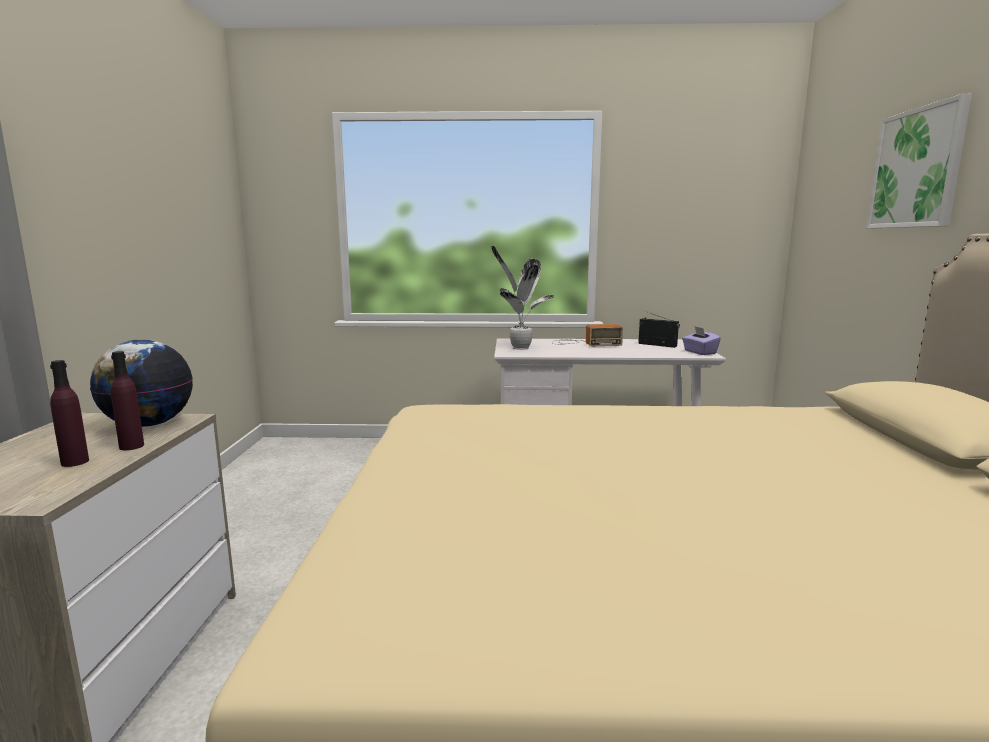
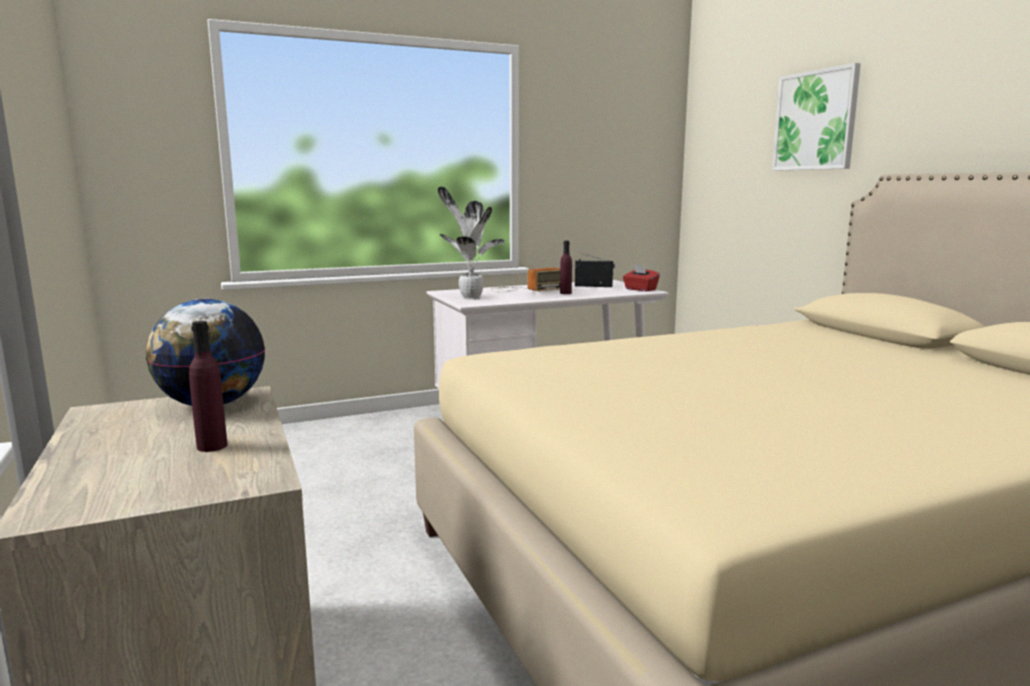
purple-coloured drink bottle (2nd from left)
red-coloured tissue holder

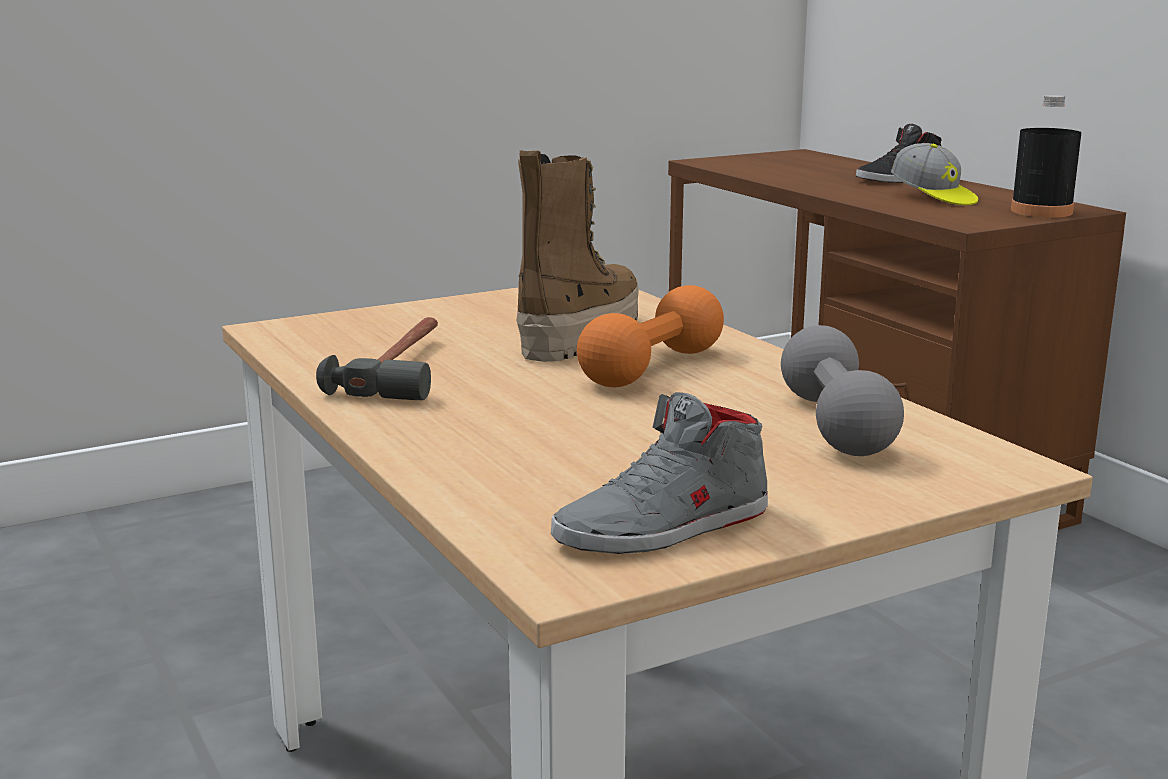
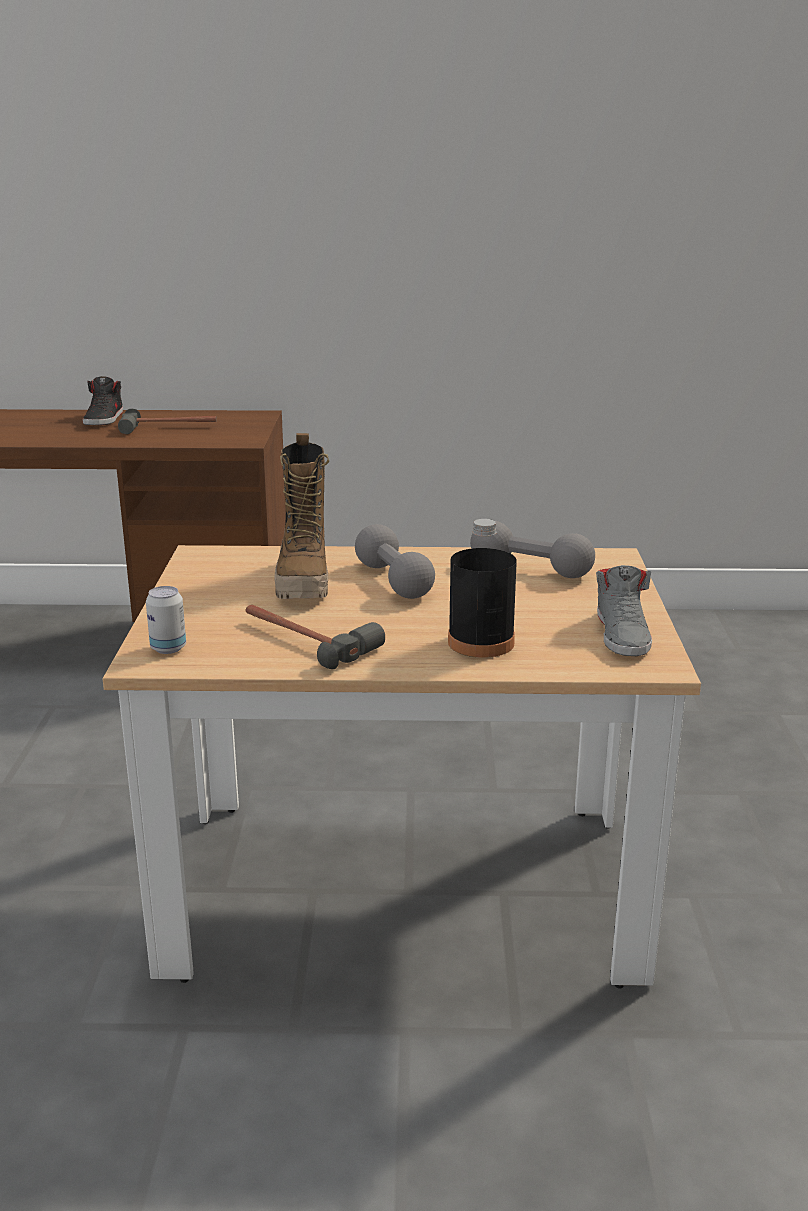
metal can
black-coloured drink bottle
hammer (1st from left)
grey free weight (1st from left)
tall boot

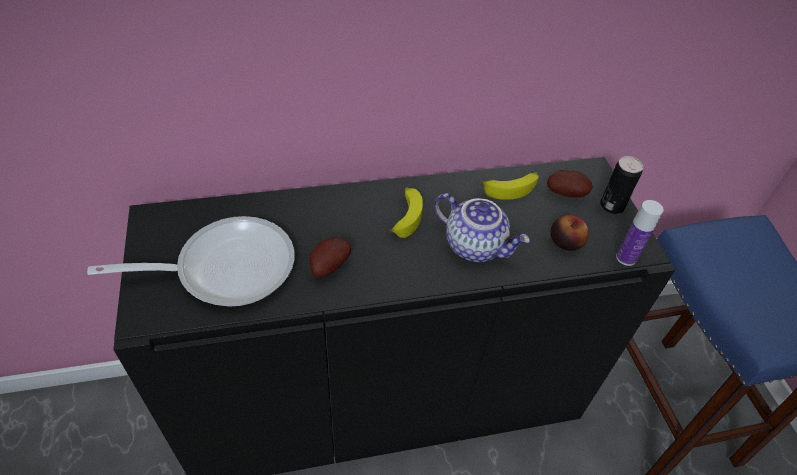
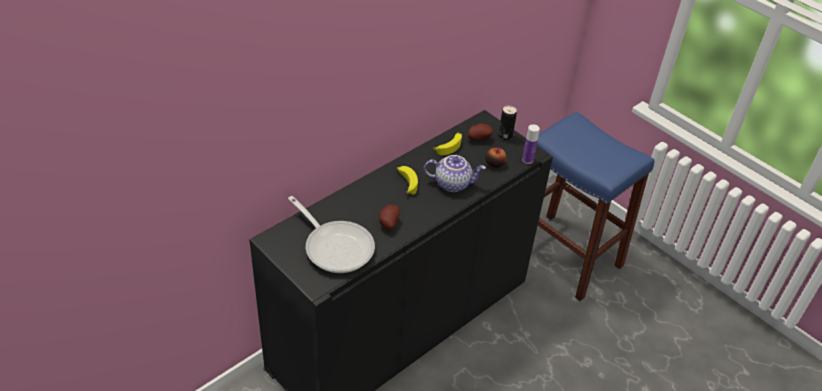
skillet

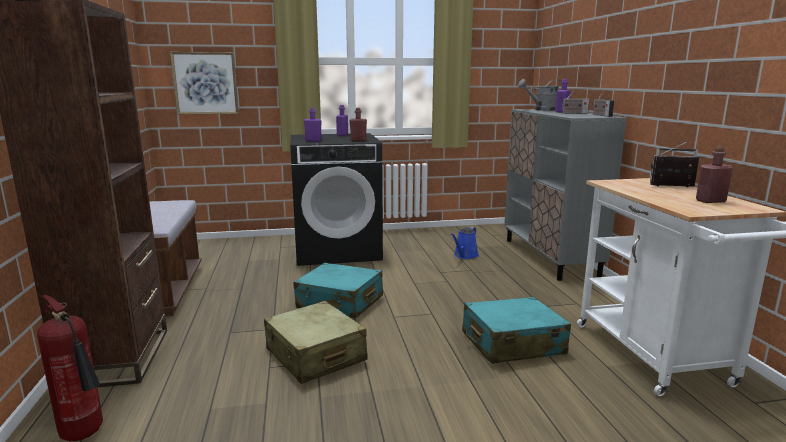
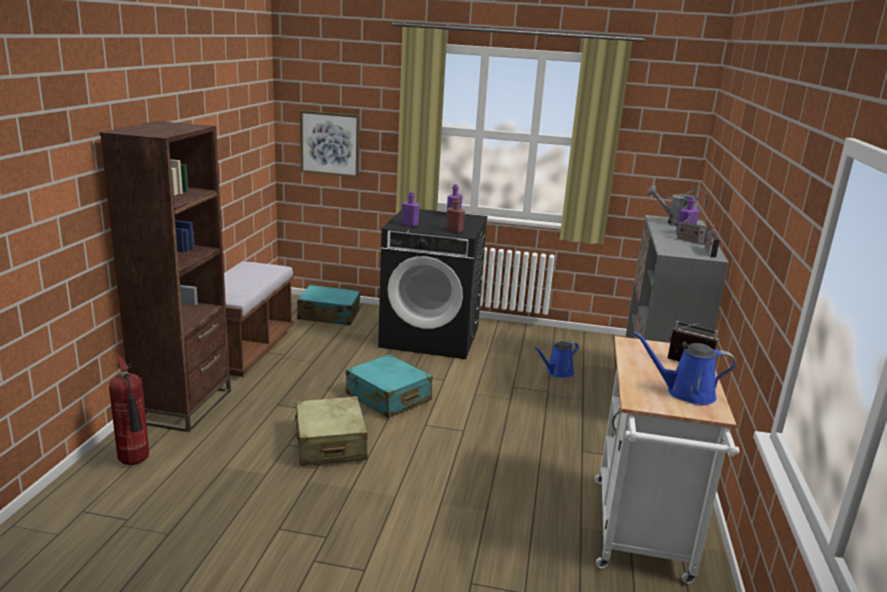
turquoise-coloured travel case (1st from left)
blue watering can (2nd from left)

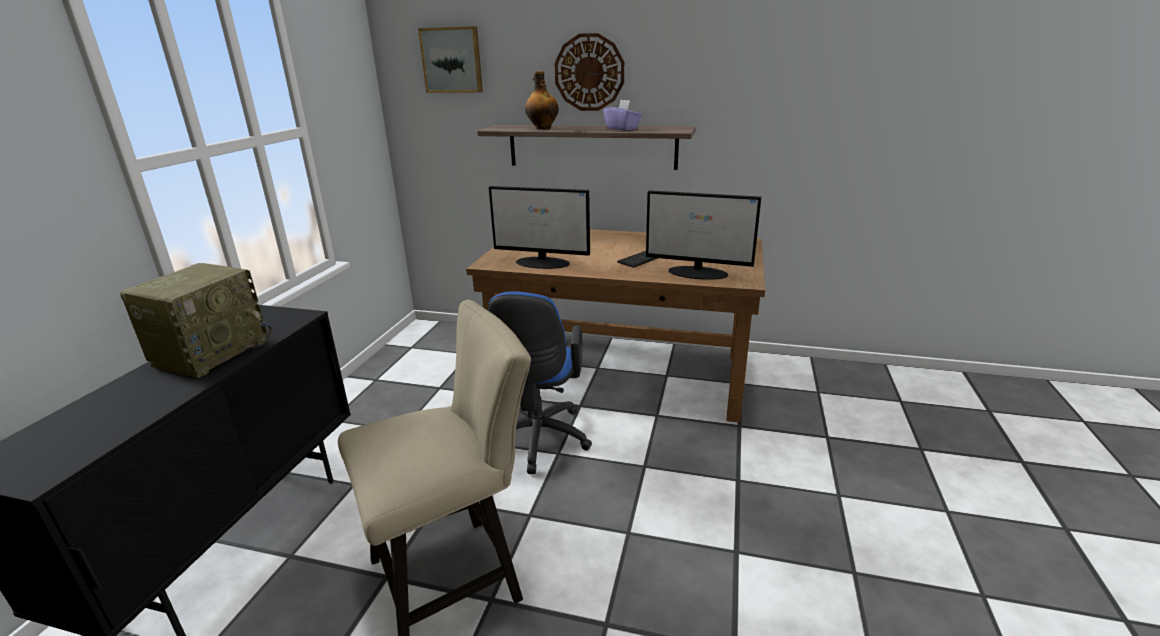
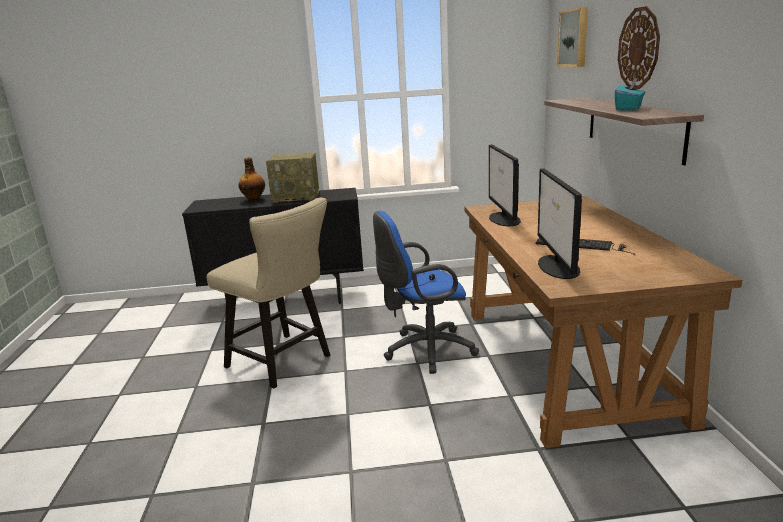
drink bottle
turquoise-coloured tissue holder

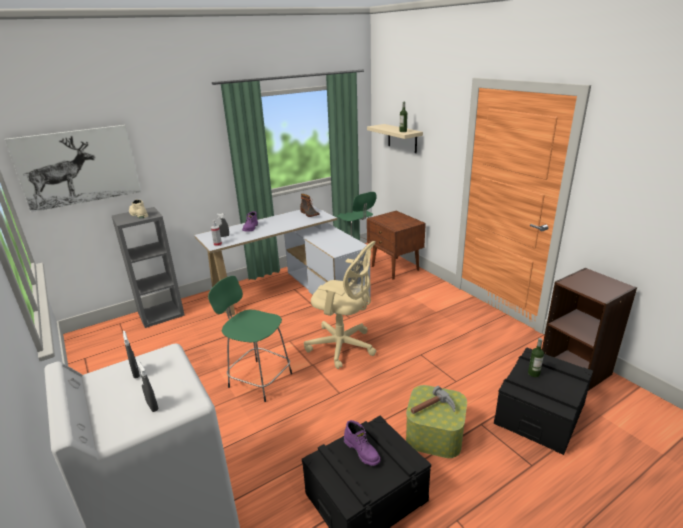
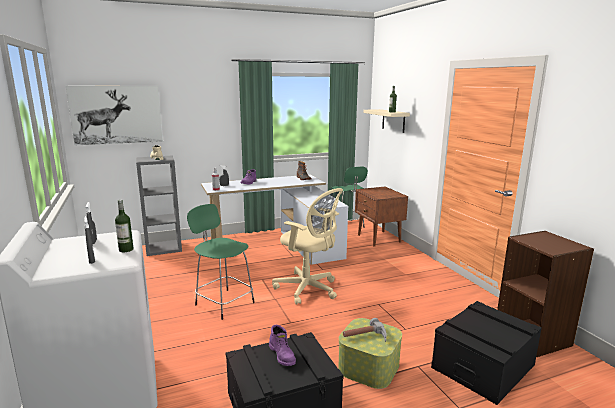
drink bottle (1st from left)

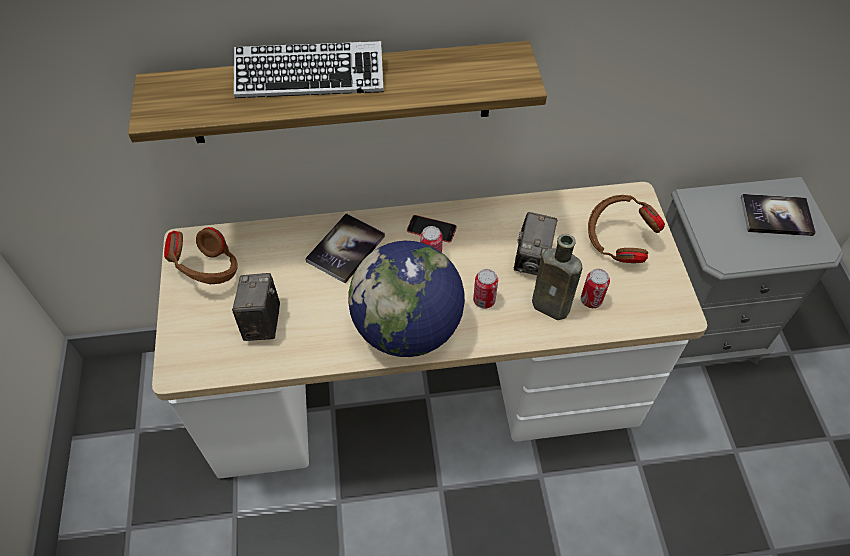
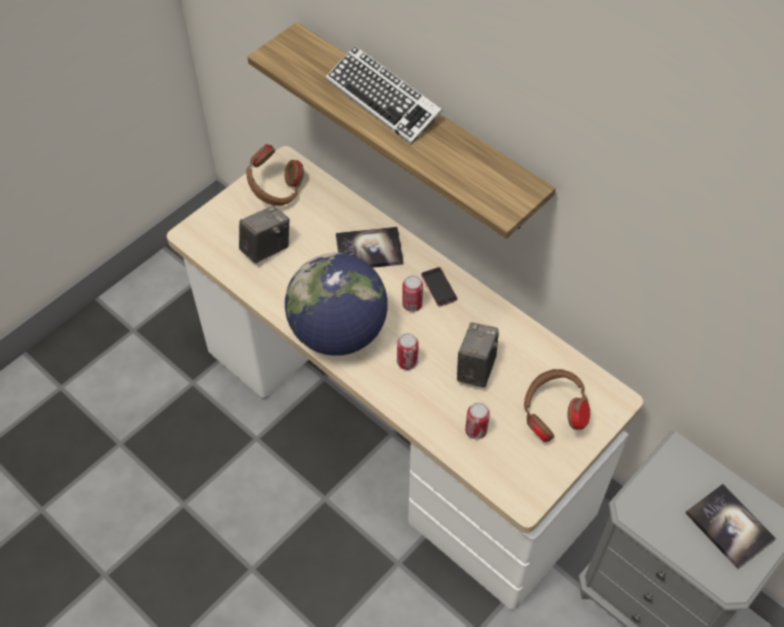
brownish drink bottle
photo camera (2nd from left)

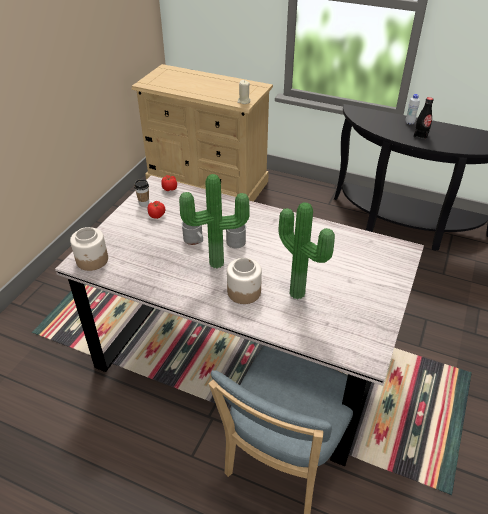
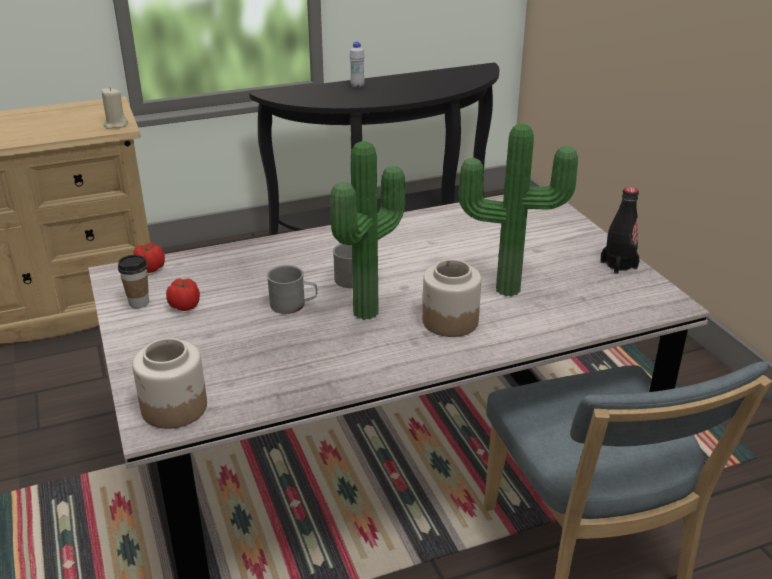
black-coloured drink bottle

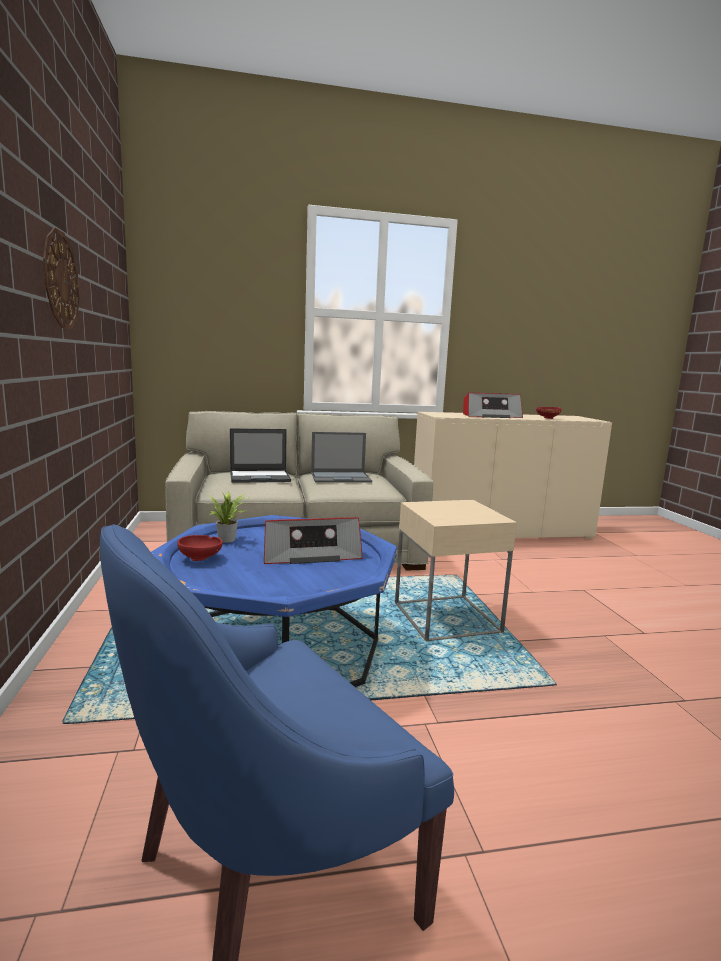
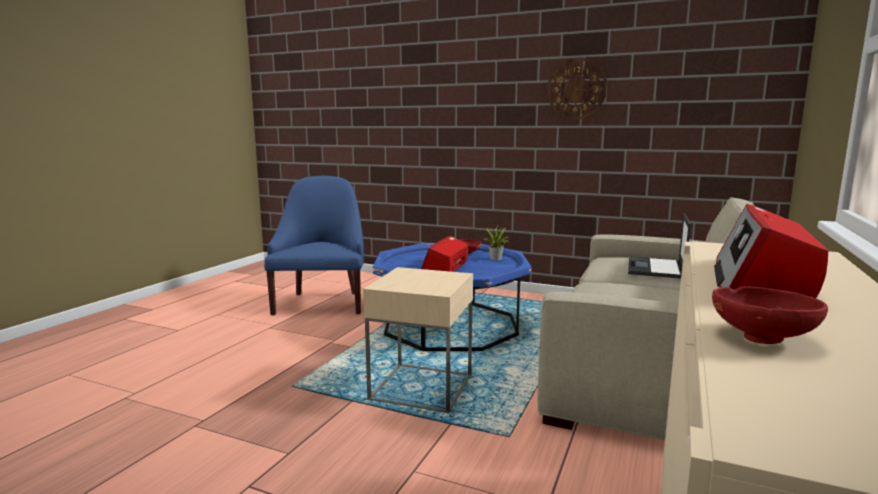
laptop (2nd from left in the first image)

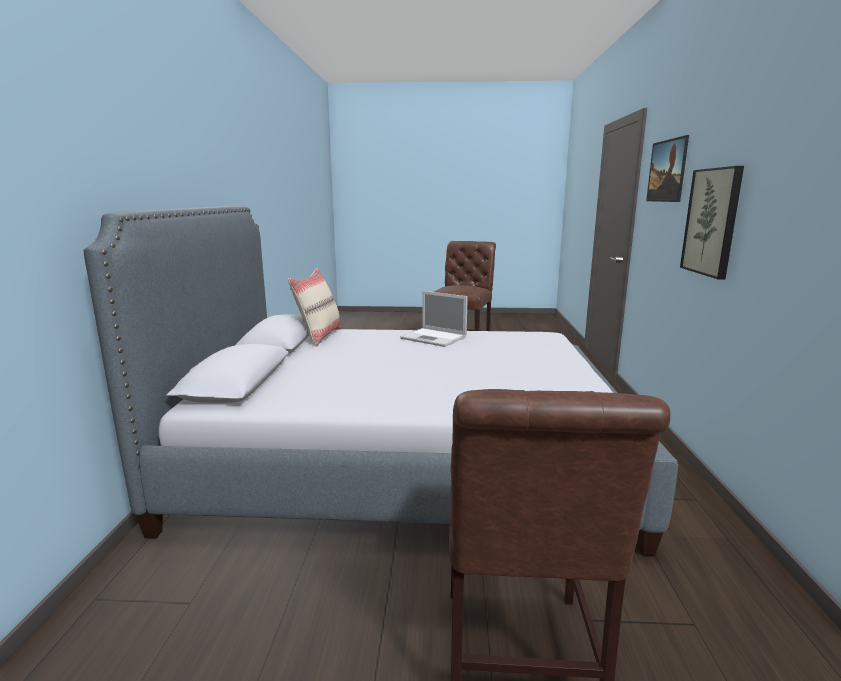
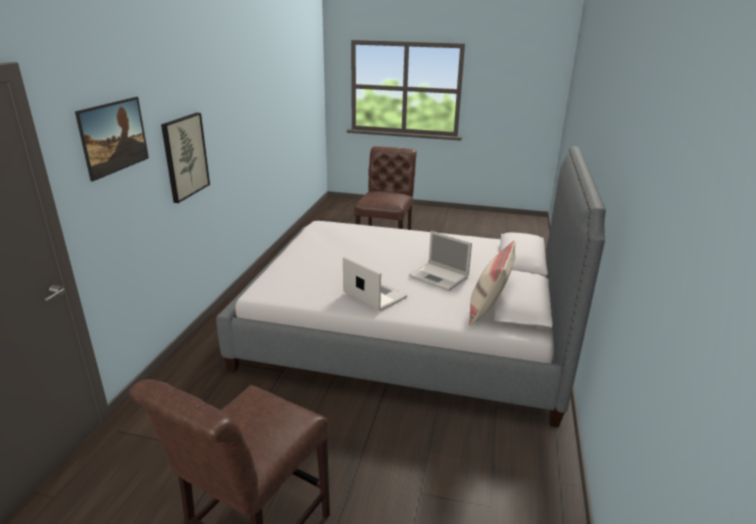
laptop (2nd from left)

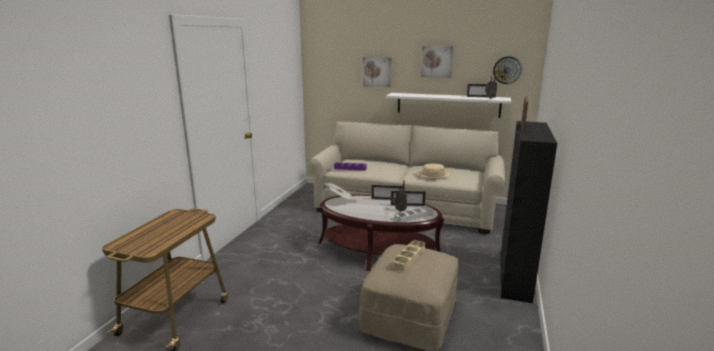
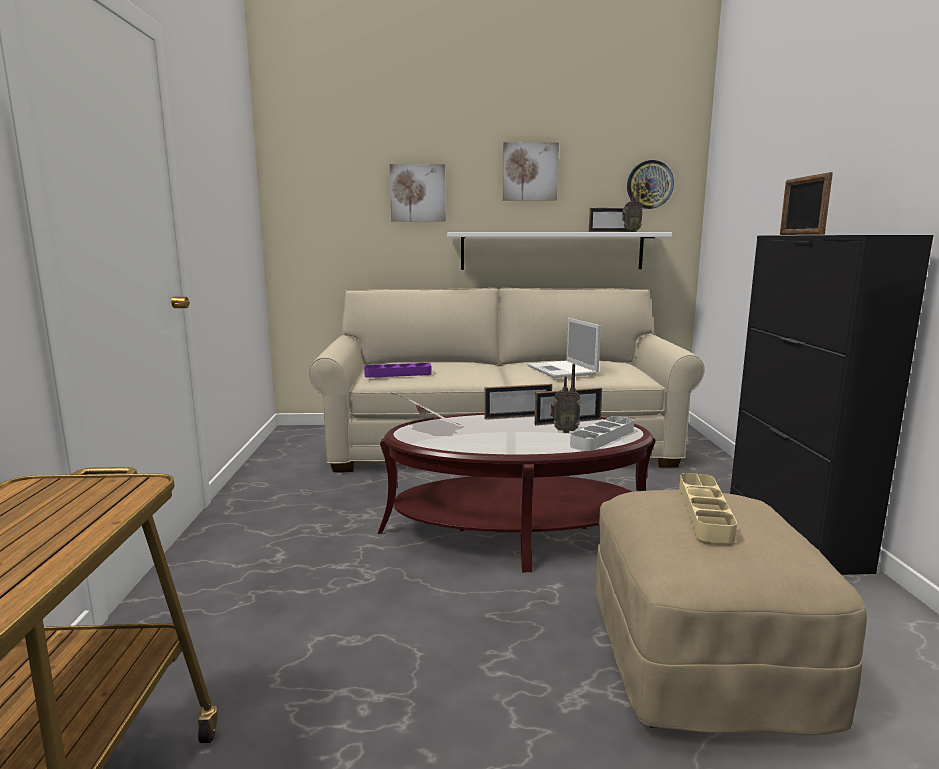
laptop

